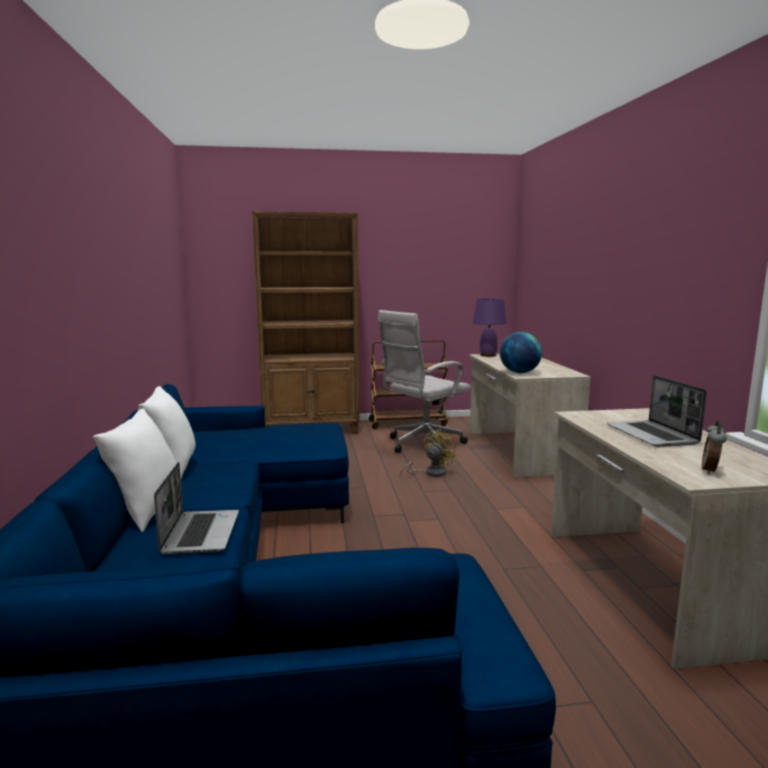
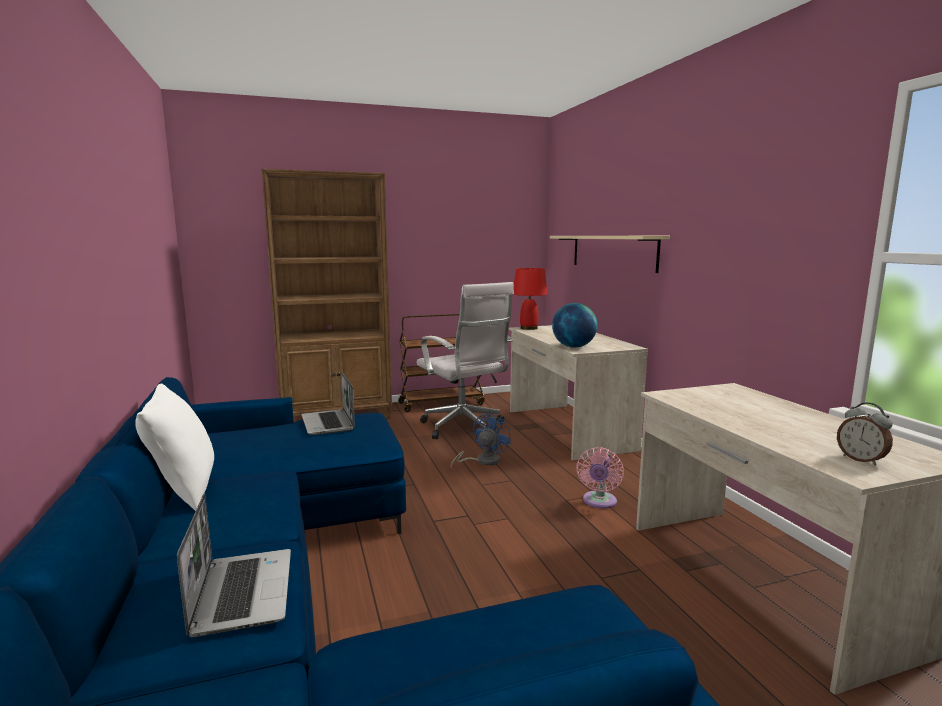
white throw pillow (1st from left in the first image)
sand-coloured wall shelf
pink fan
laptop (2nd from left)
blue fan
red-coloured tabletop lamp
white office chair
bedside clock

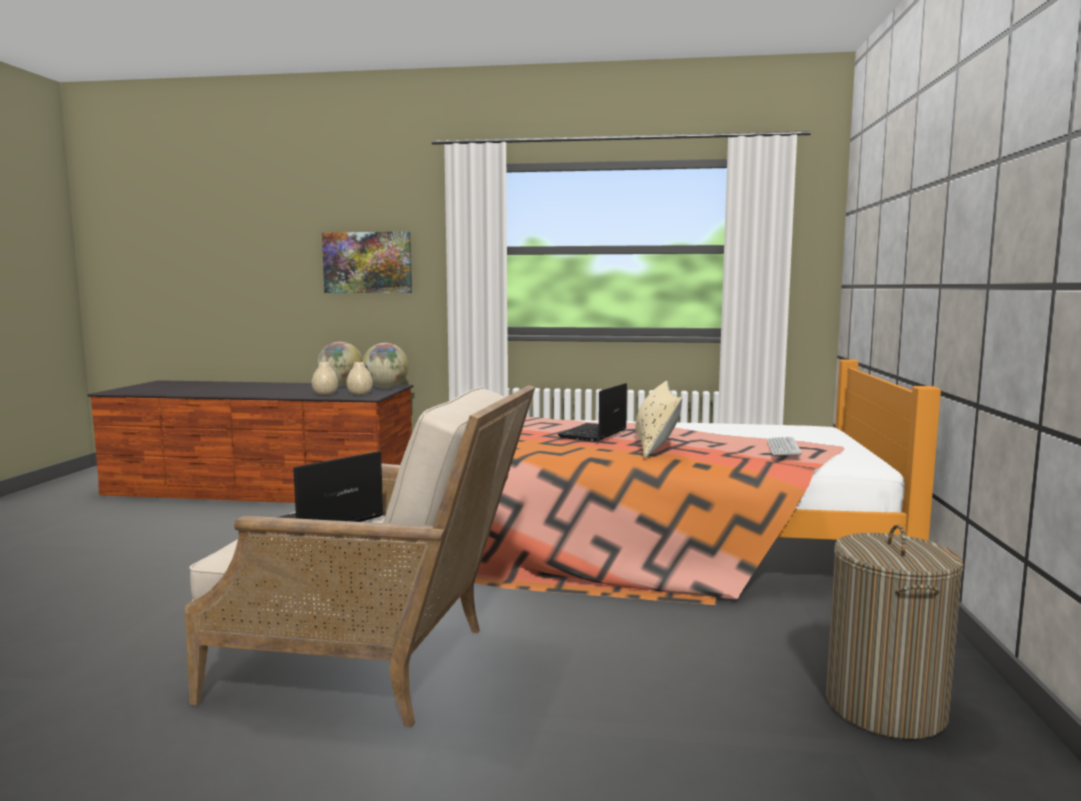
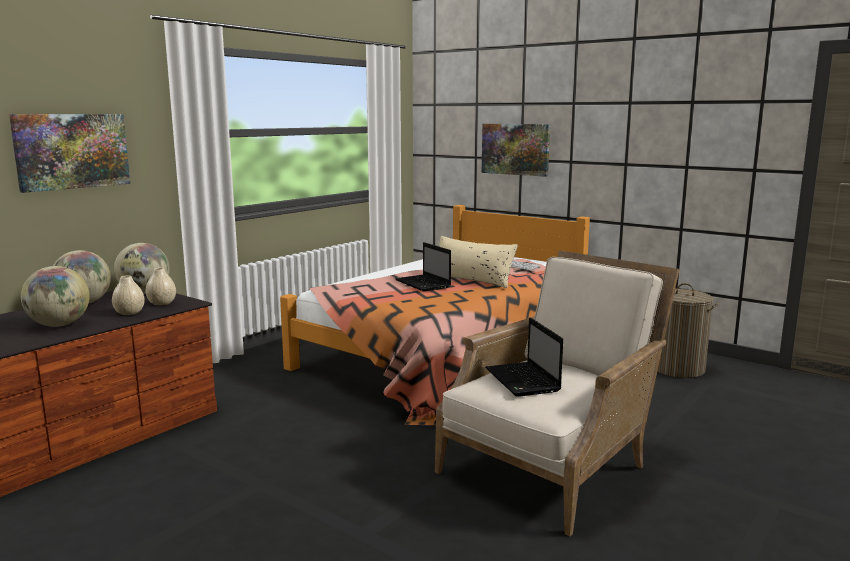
desk globe (1st from left)
wall art (2nd from left)

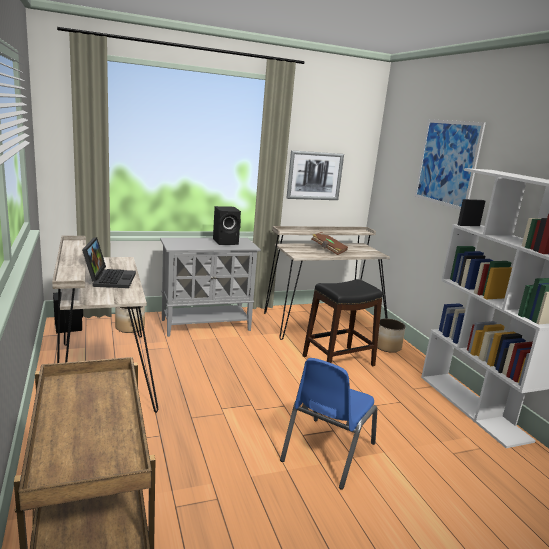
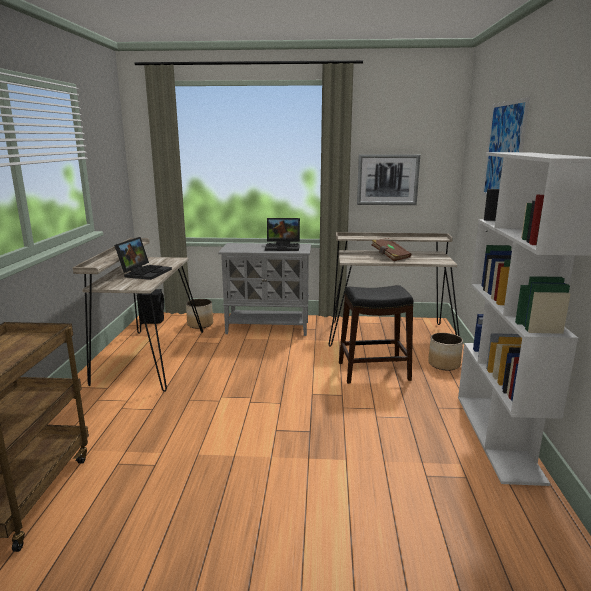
blue chair
laptop (2nd from left)

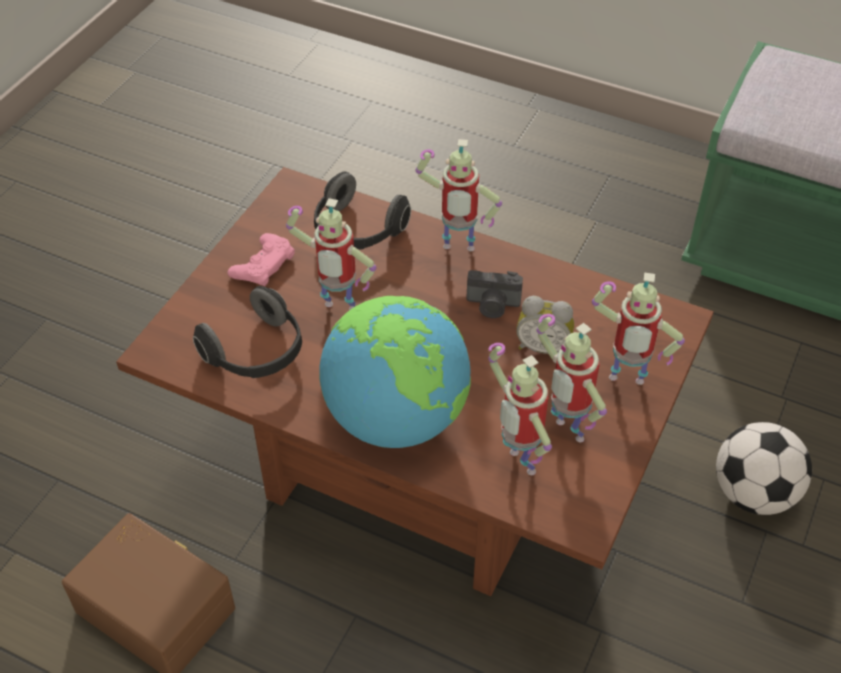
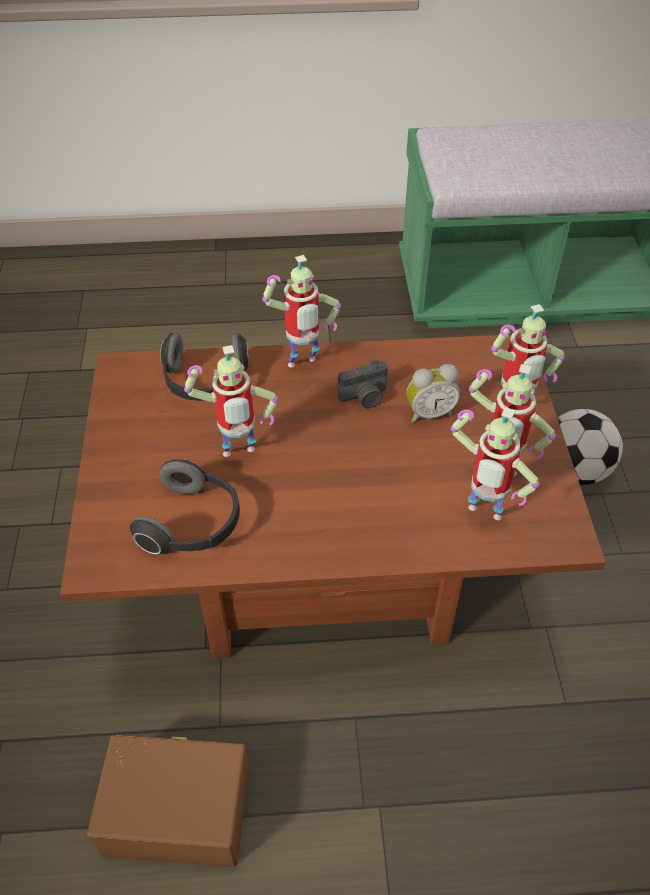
pink gamepad
desk globe

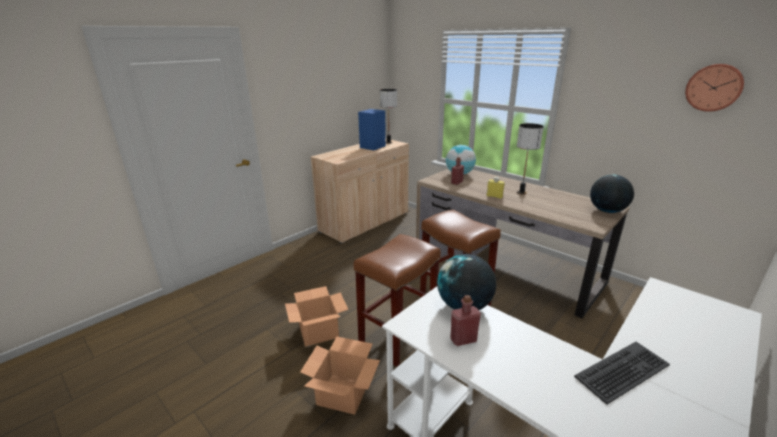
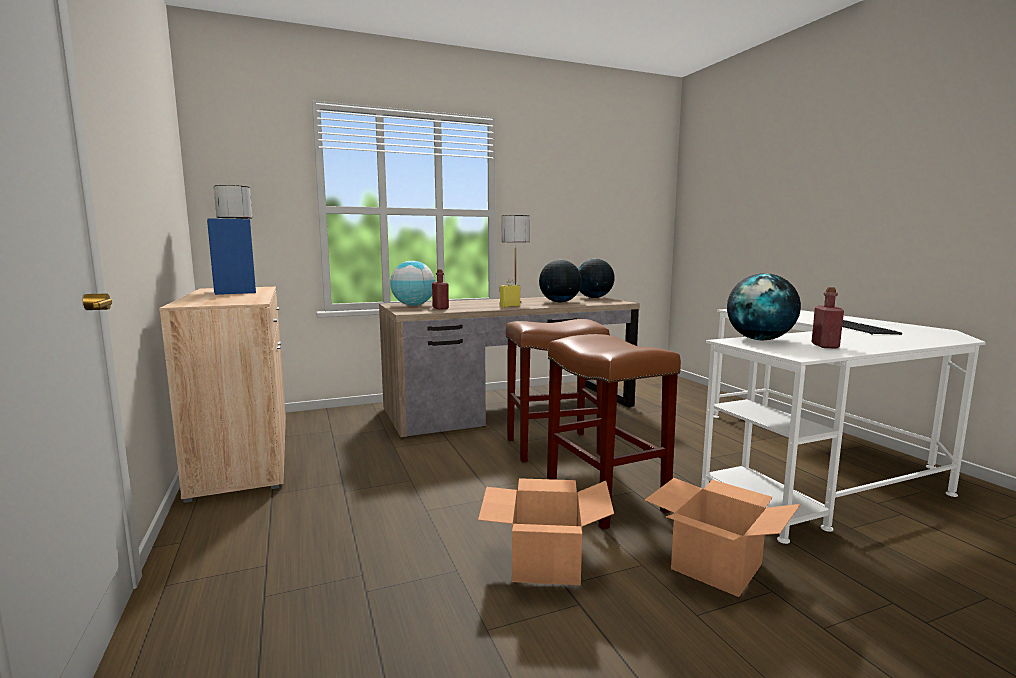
wall clock
desk globe (2nd from left)

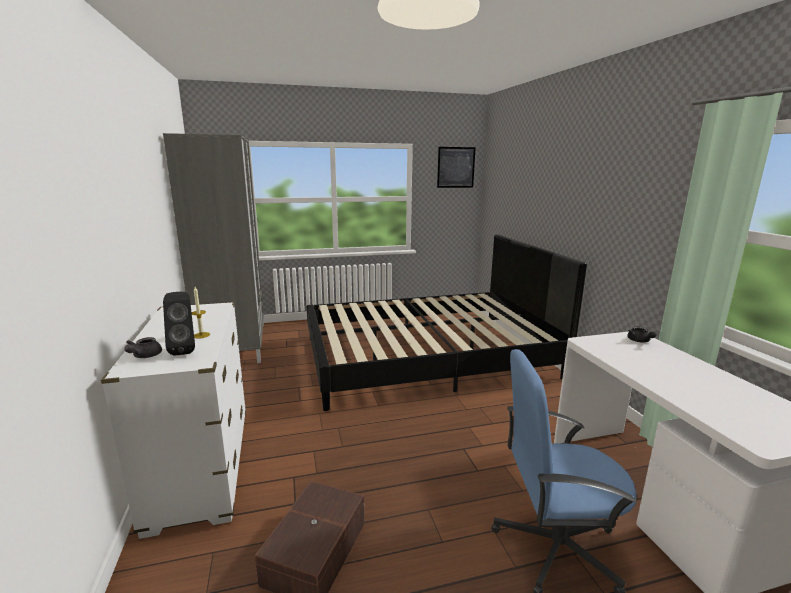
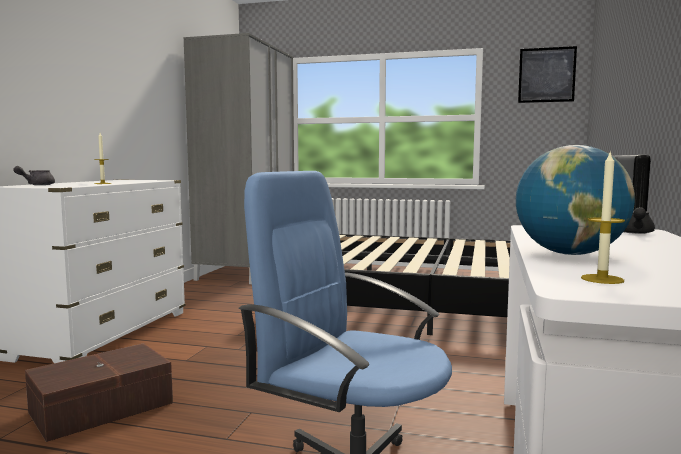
black-coloured audio speaker
desk globe
candle (2nd from left)

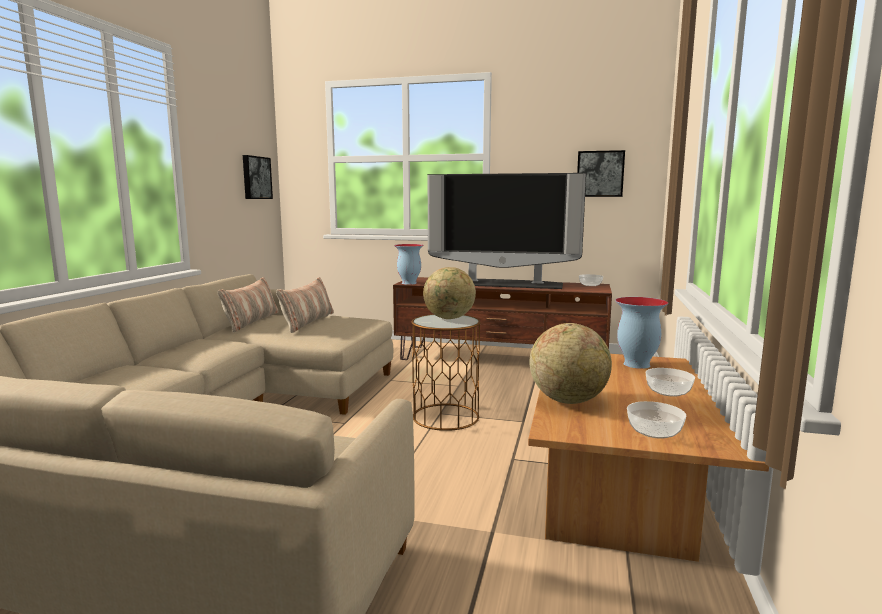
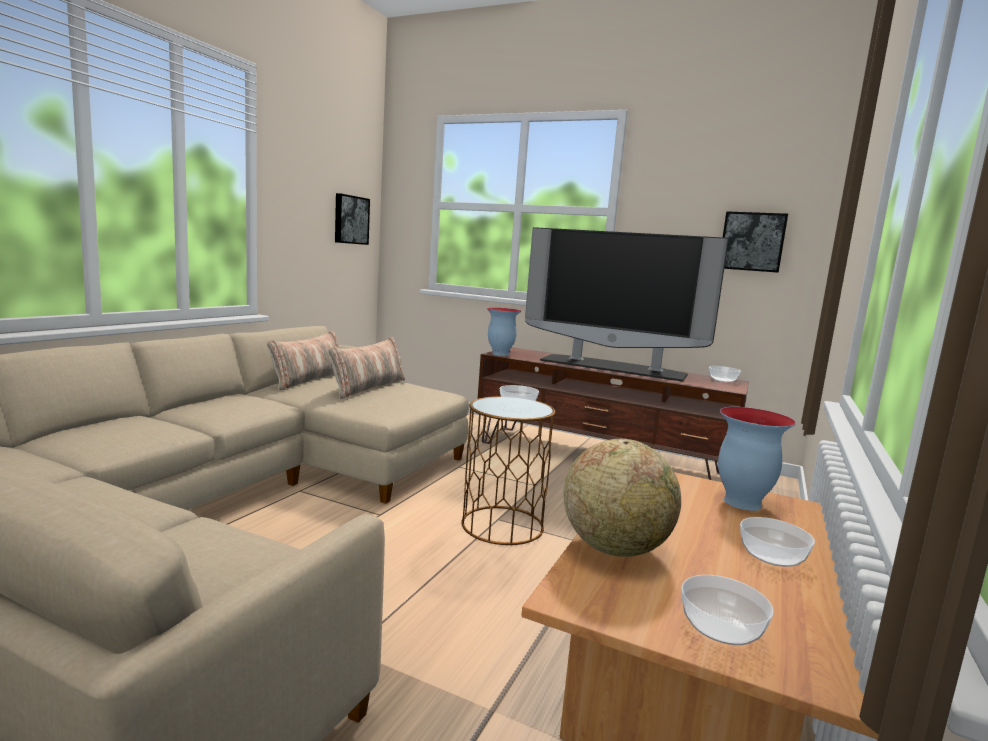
deep dish (1st from left)

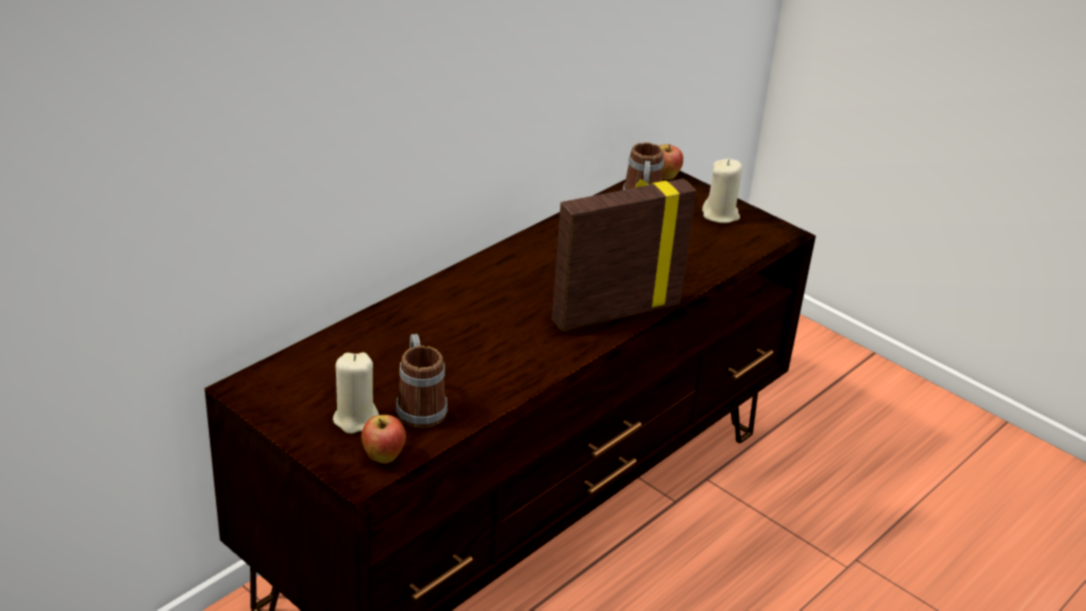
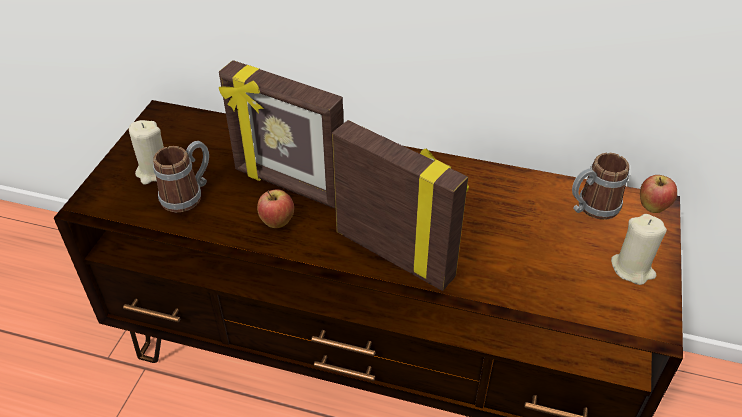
photo frame (1st from left)
whole apple (1st from left)

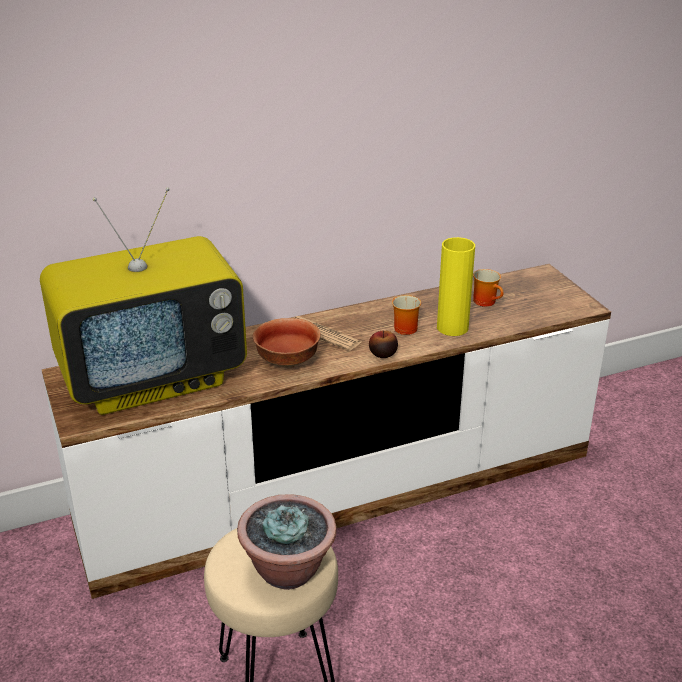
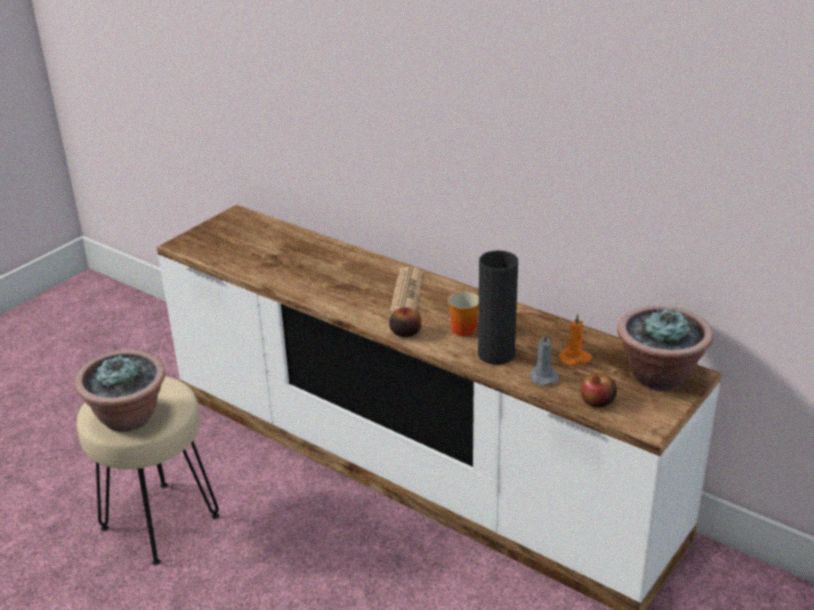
television
deep dish
grey candle
whole apple (2nd from left)
potted plant (2nd from left)
orange candle
black-coloured flower vase

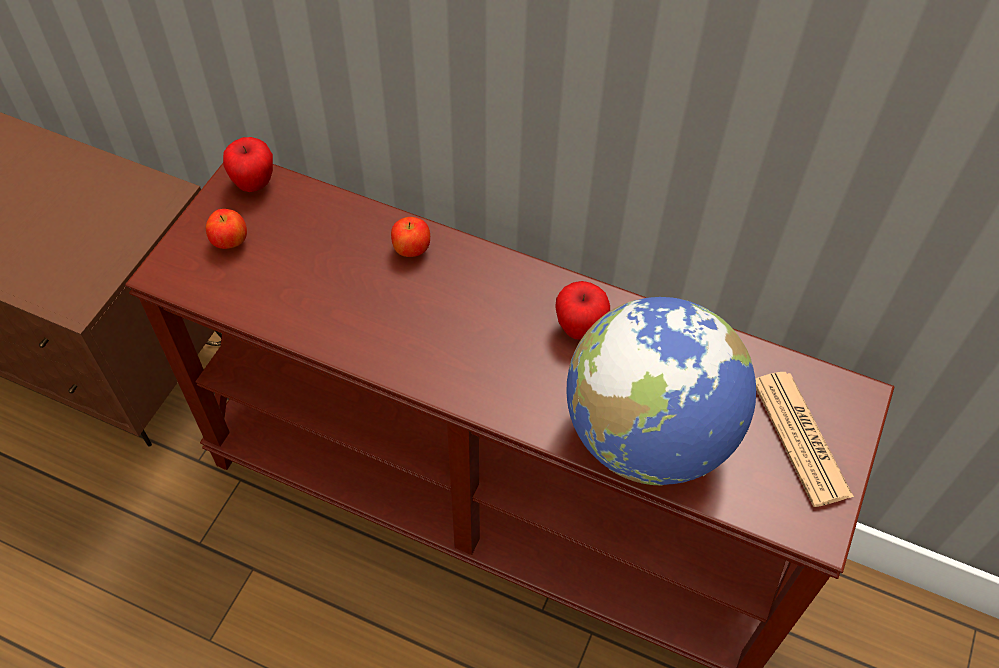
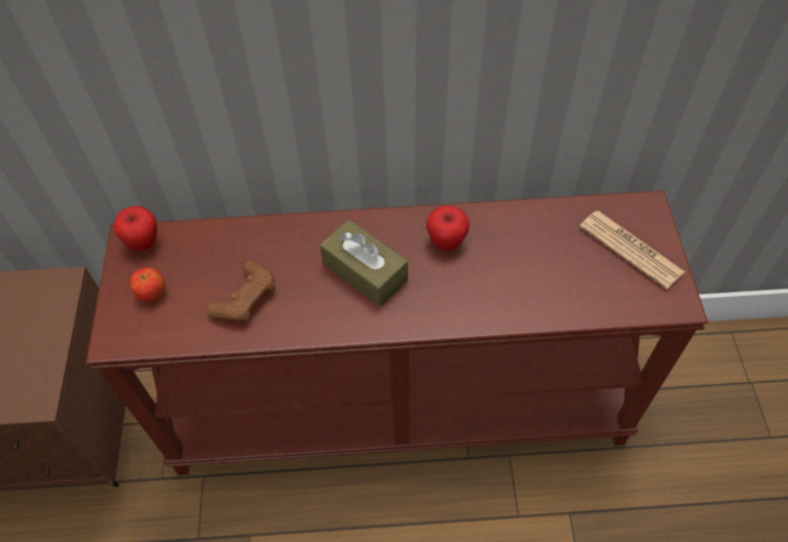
whole apple (3rd from left in the first image)
desk globe
brownish gamepad
brownish tissue holder

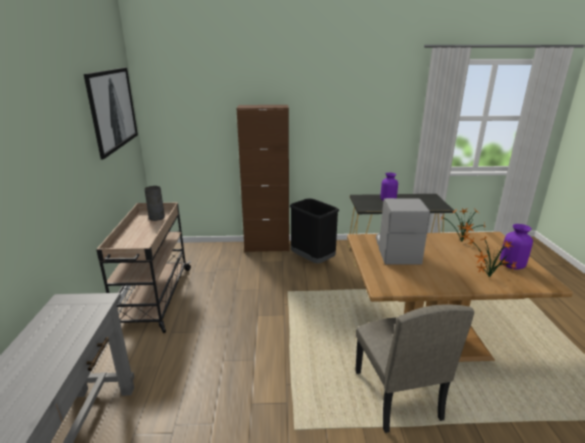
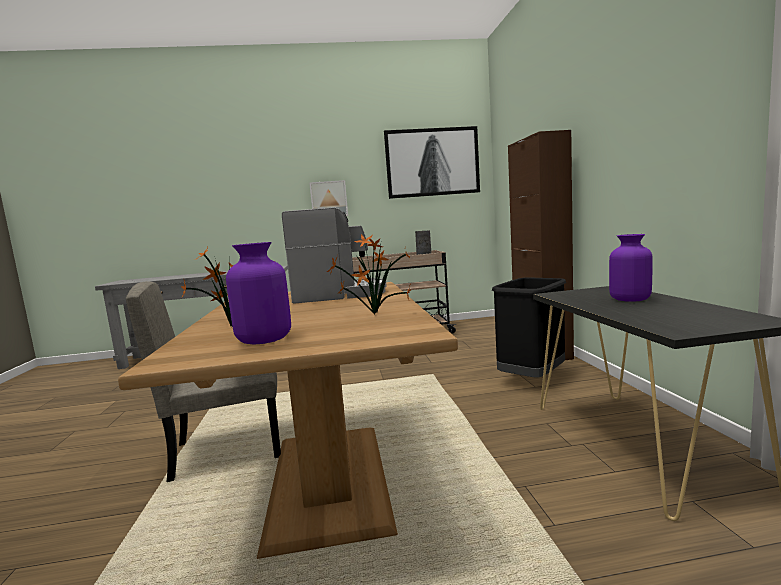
wall art (1st from left)

